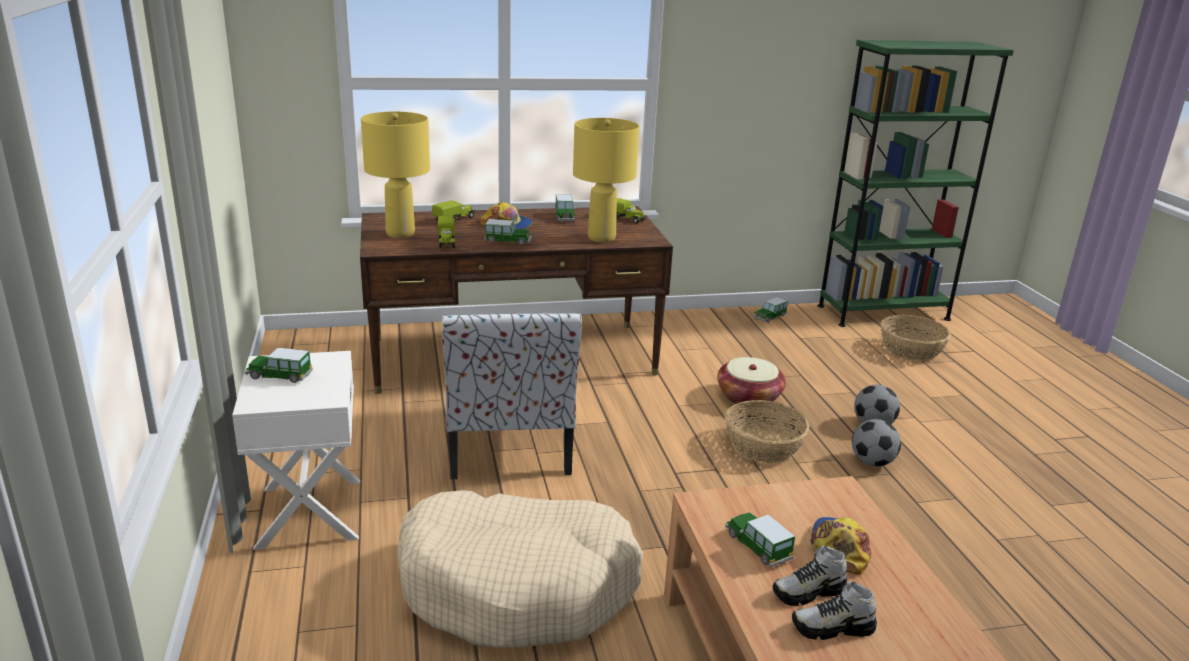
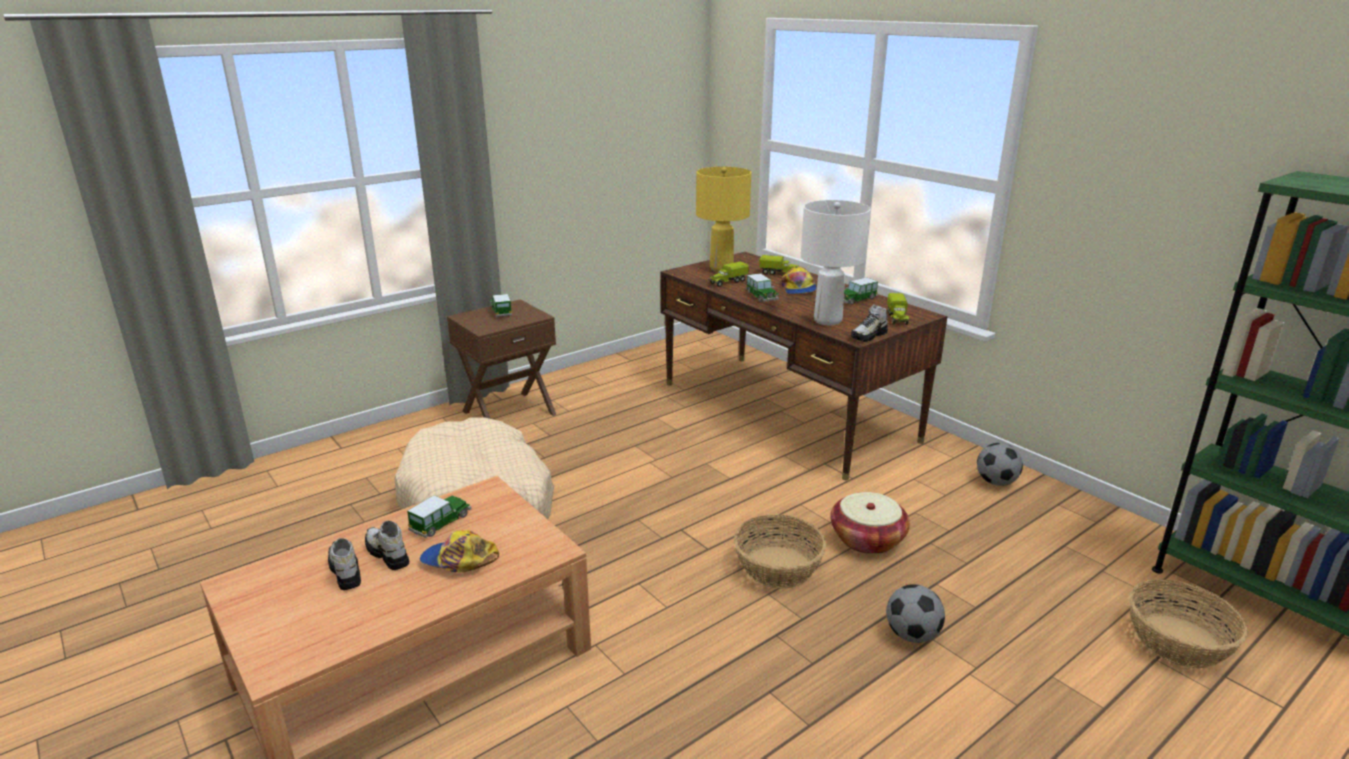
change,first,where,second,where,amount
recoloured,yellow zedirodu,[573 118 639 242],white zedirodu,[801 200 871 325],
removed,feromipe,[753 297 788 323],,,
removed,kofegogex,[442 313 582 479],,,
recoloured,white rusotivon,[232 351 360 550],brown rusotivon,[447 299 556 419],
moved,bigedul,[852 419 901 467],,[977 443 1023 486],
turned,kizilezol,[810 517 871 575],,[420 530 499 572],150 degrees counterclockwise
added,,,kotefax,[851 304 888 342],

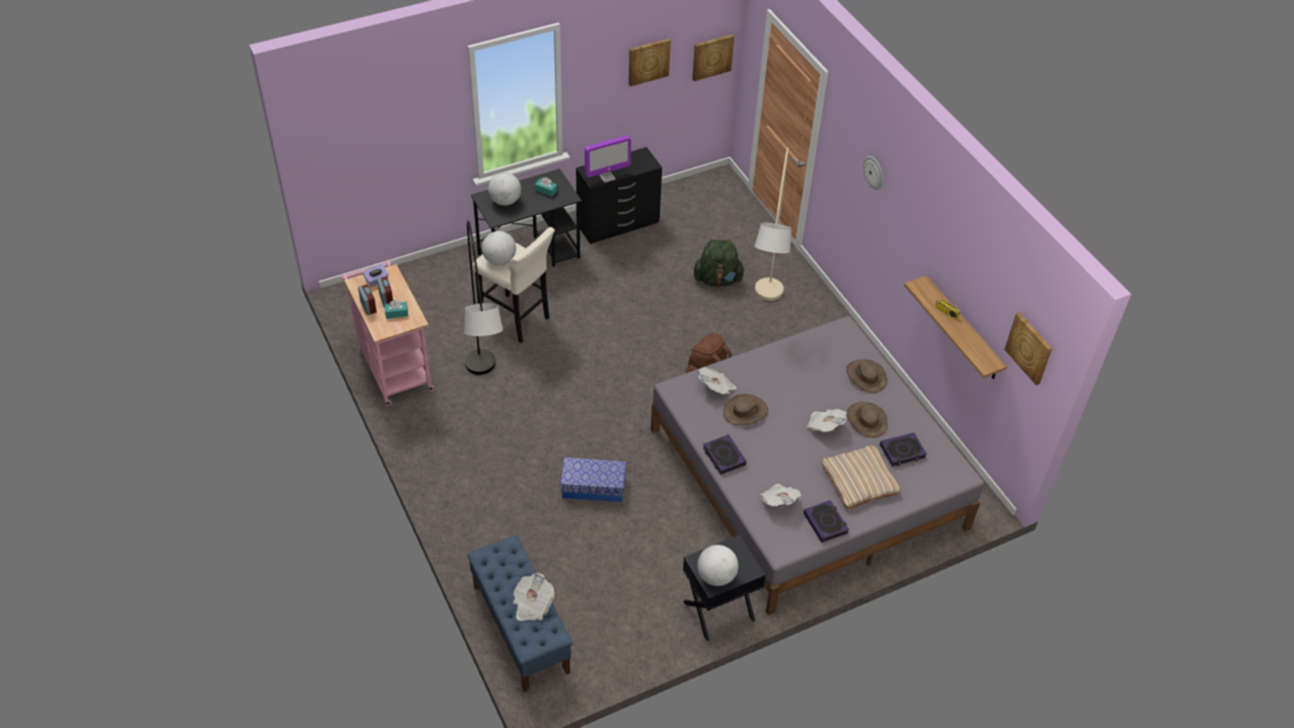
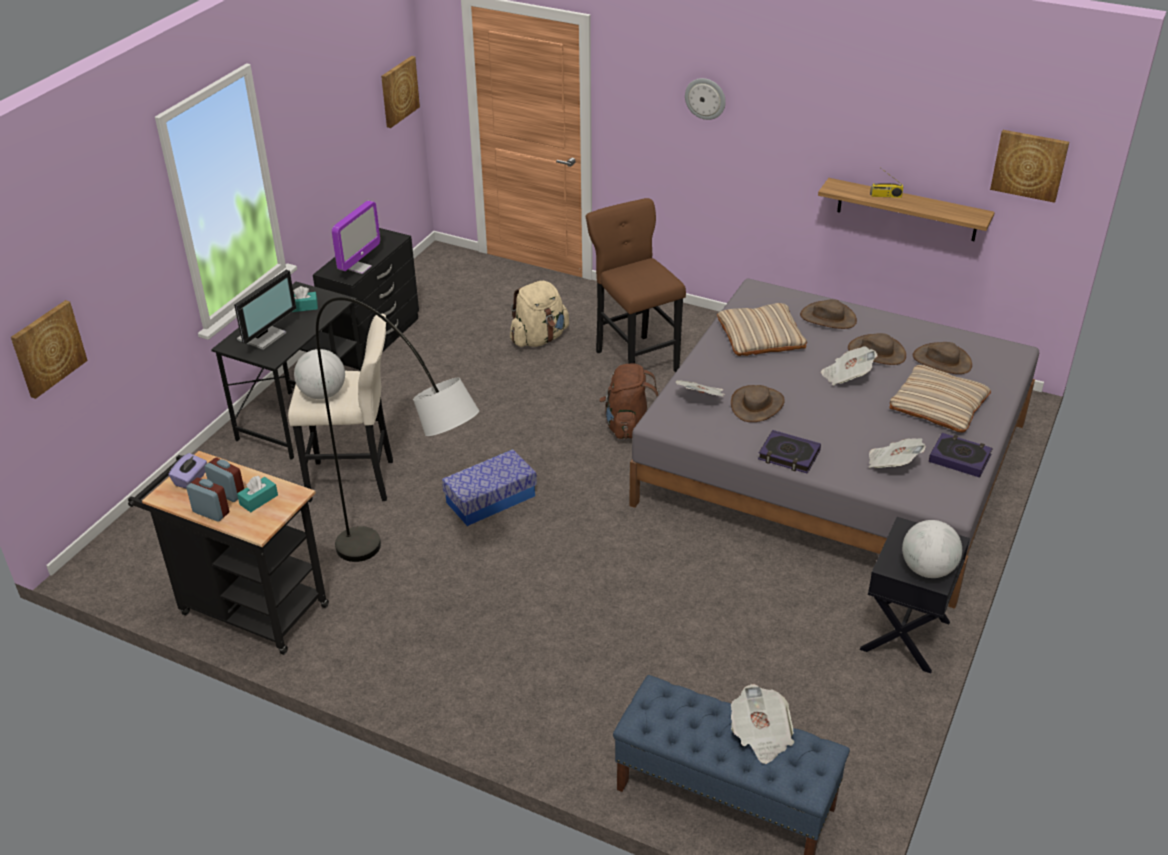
change,first,where,second,where,amount
moved,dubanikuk,[629 38 671 87],,[11 300 88 399],
replaced,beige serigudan,[755 148 792 301],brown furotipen,[586 198 686 372],
replaced,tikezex,[488 172 521 206],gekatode,[234 270 296 350],
recoloured,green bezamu,[694 239 745 287],beige bezamu,[510 281 569 347],
recoloured,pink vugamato,[341 261 434 406],black vugamato,[128 451 329 655],
replaced,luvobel,[880 433 927 467],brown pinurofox,[913 342 972 374],
moved,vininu,[560 457 626 502],,[442 449 537 526],
added,,,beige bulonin,[717 303 807 356],

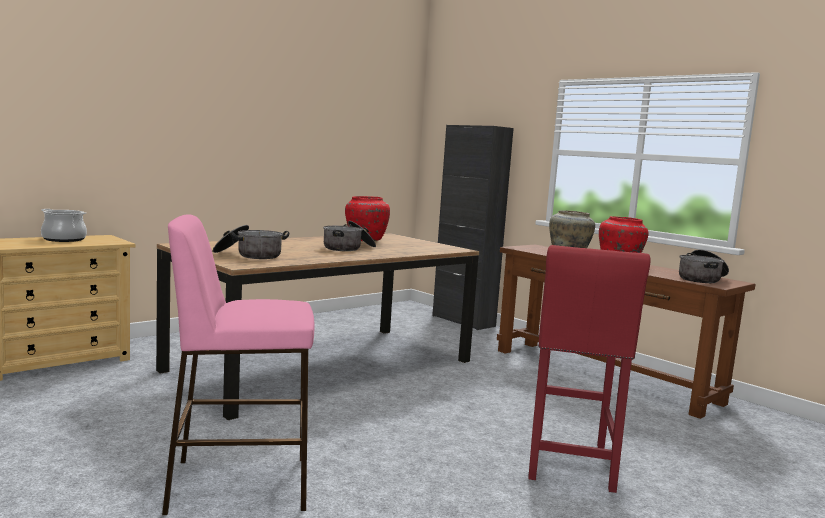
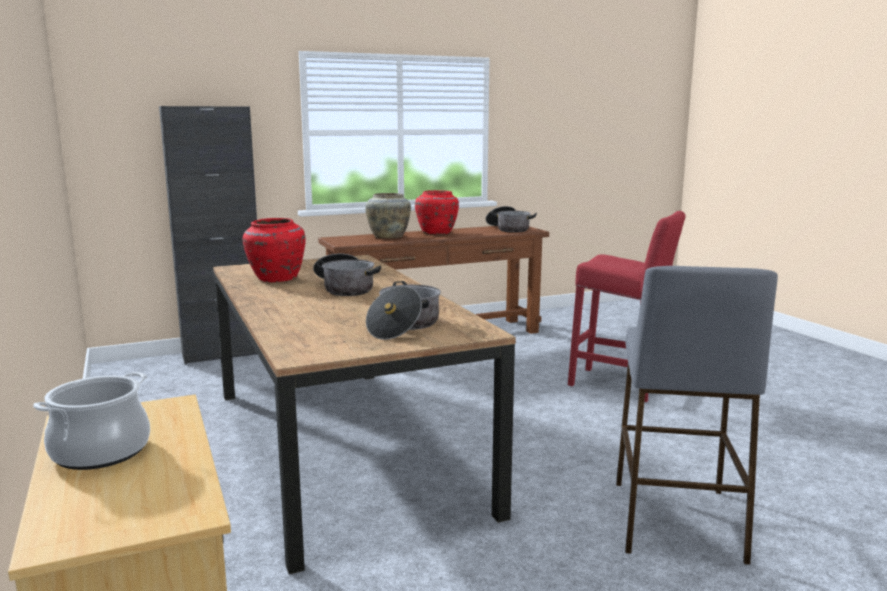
change,first,where,second,where,amount
recoloured,pink furotipen,[162 214 315 515],grey furotipen,[616 266 778 565],

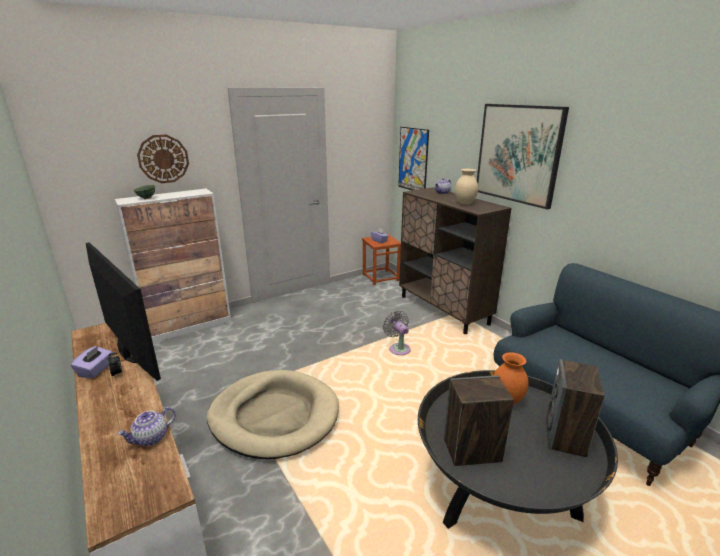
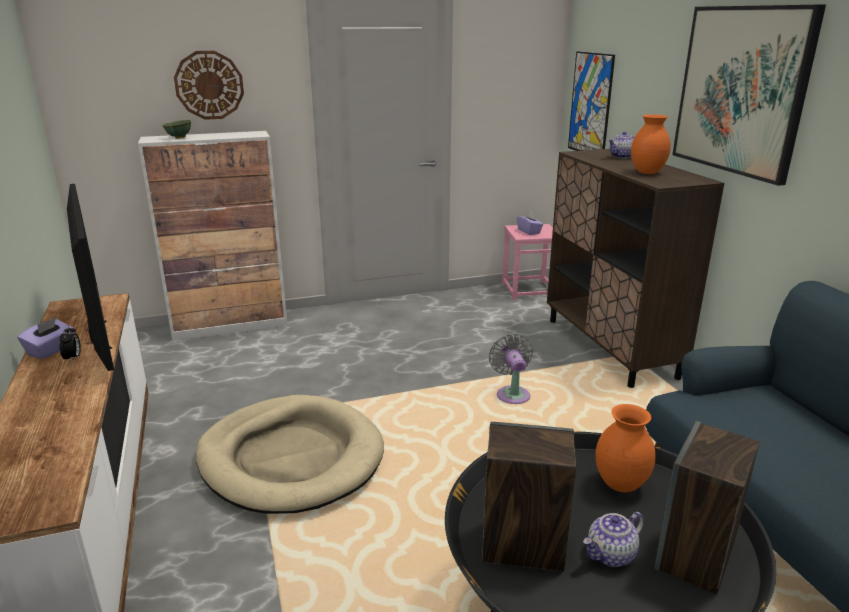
change,first,where,second,where,amount
recoloured,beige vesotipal,[455 169 478 205],orange vesotipal,[631 114 671 174],
recoloured,brown furotipen,[362 235 401 285],pink furotipen,[502 224 553 300],
moved,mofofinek,[117 407 176 446],,[583 512 644 567],

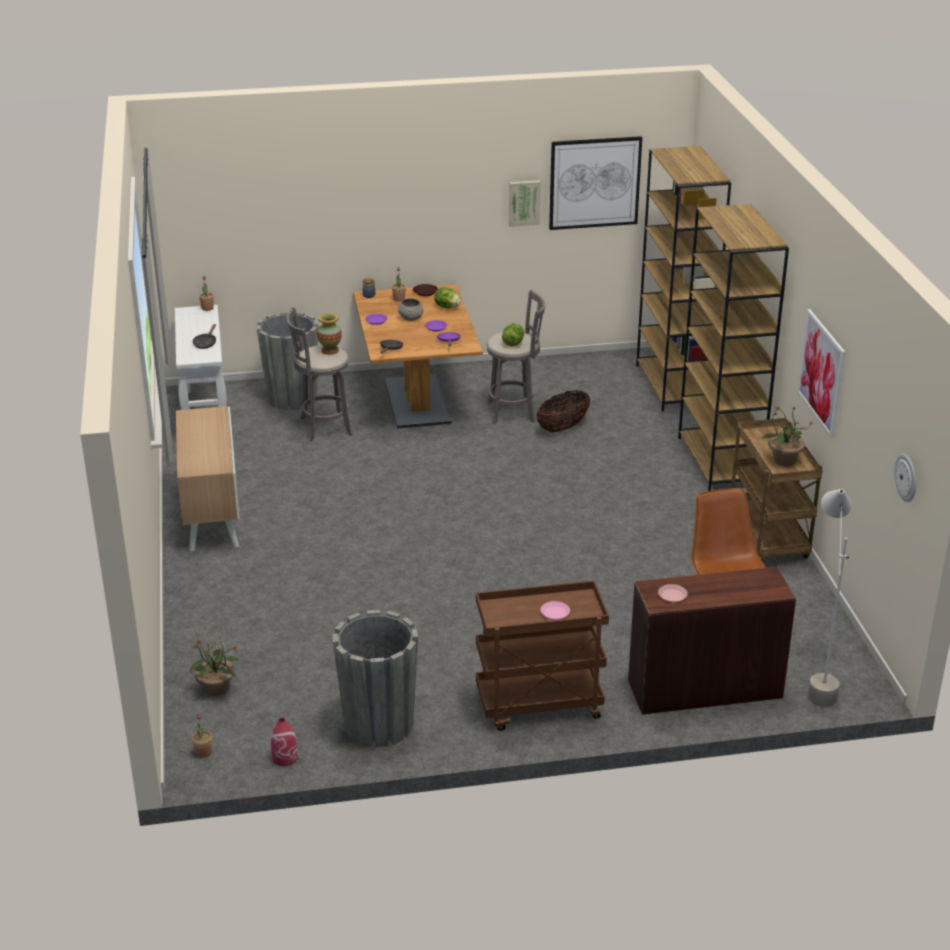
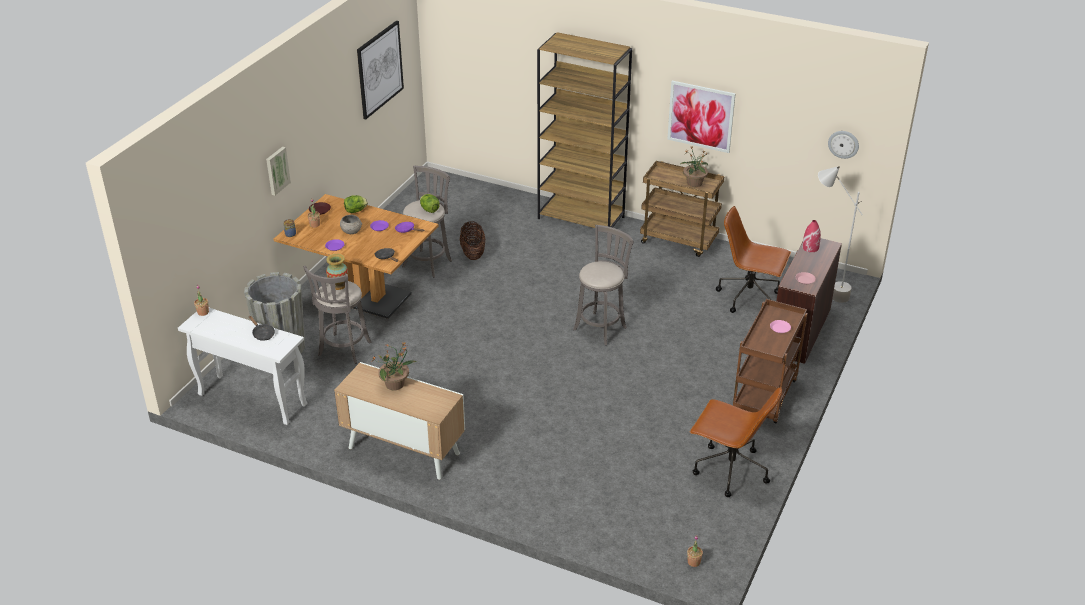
change,first,where,second,where,amount
removed,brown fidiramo,[636 146 731 411],,,
moved,dubanikuk,[509 180 541 227],,[266 147 291 196],
replaced,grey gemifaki,[332 610 418 747],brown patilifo,[689 387 782 497],
moved,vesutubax,[190 636 240 696],,[371 342 416 391],
moved,red vesotipal,[271 718 298 766],,[802 220 821 252],
added,,,grey furotipen,[573 225 634 345],

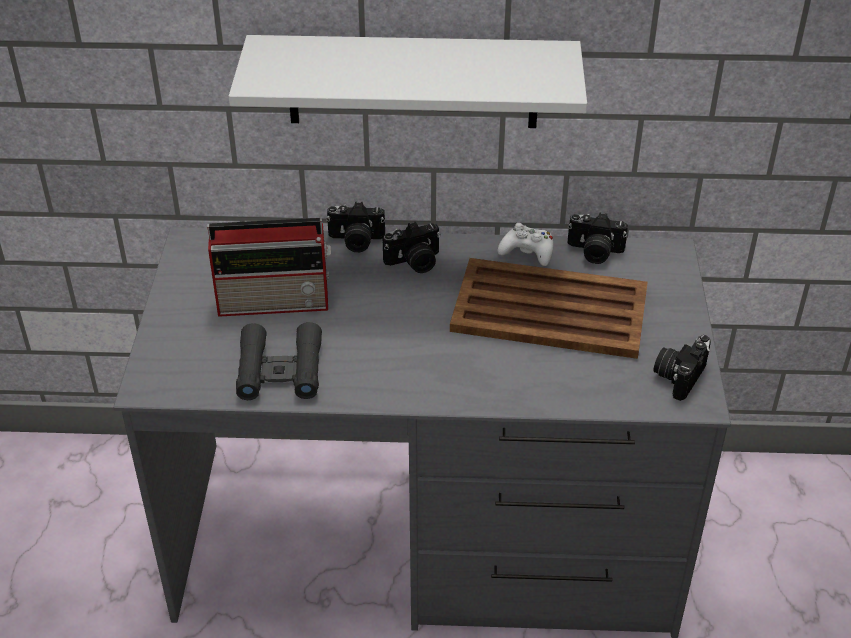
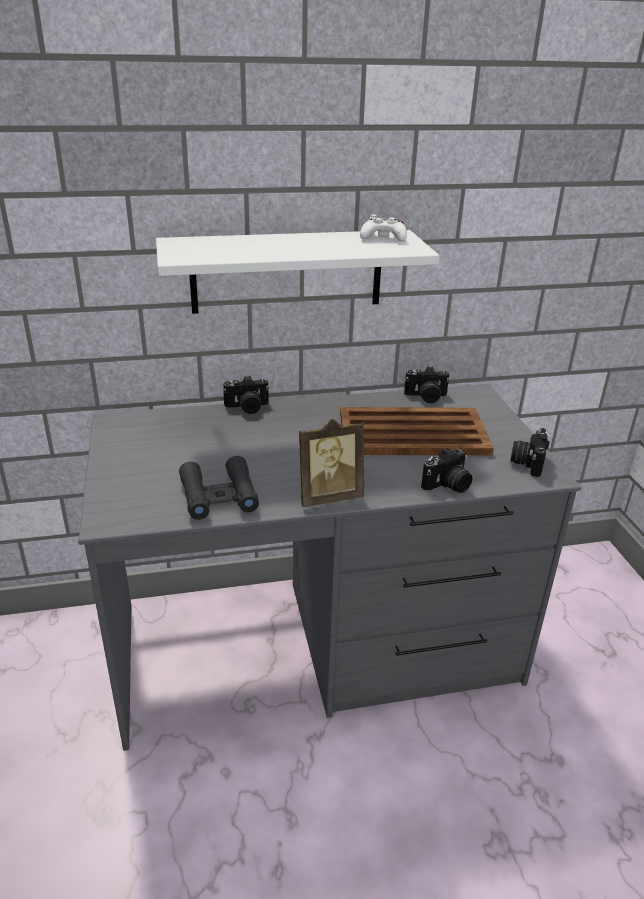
change,first,where,second,where,amount
removed,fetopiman,[207 218 331 317],,,
moved,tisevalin,[383 222 441 273],,[421 448 472 493],
moved,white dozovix,[497 223 553 266],,[360 214 407 242],
added,,,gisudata,[299 419 364 507],

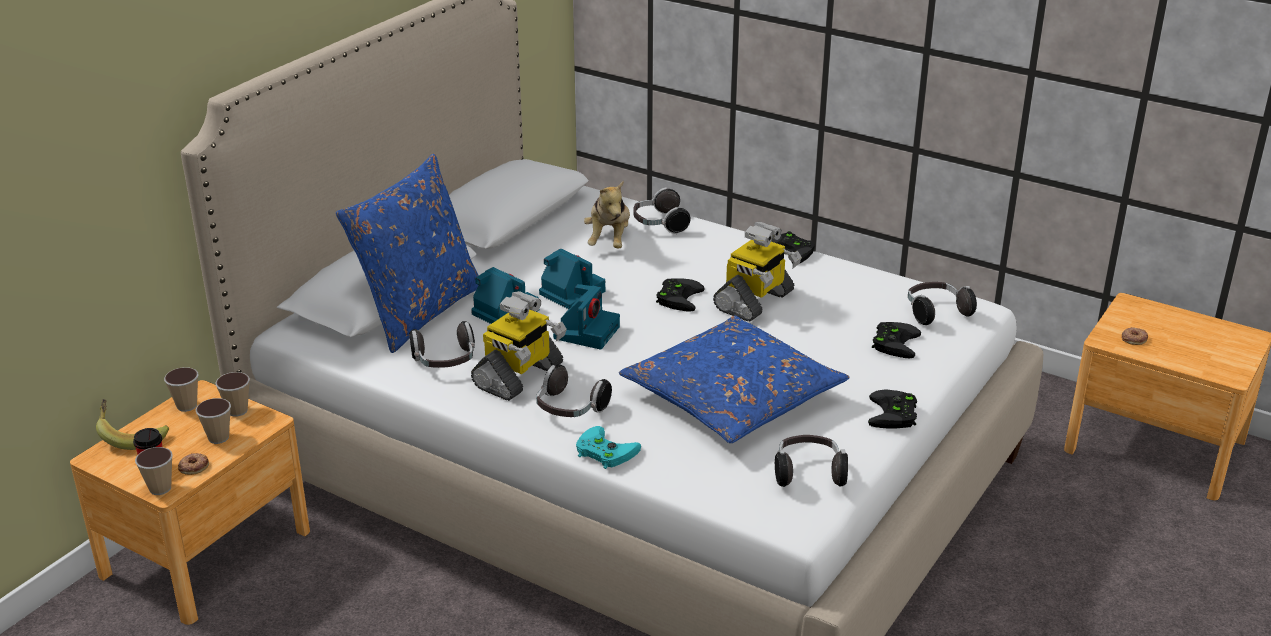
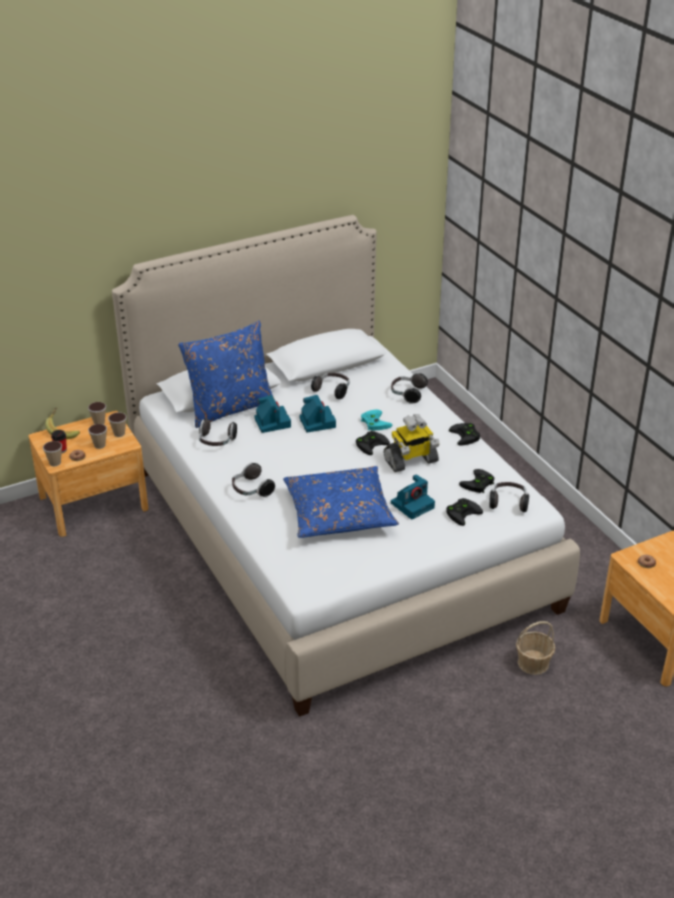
change,first,where,second,where,amount
removed,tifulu,[584 181 630 249],,,
moved,tisevalin,[553 284 620 349],,[391 475 435 520],
removed,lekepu,[471 291 567 401],,,
moved,black dozovix,[868 390 917 429],,[459 469 495 493],
moved,turquoise dozovix,[576 426 641 469],,[361 410 392 430],
moved,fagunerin,[775 435 848 487],,[311 373 350 399],
added,,,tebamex,[516 621 555 675],

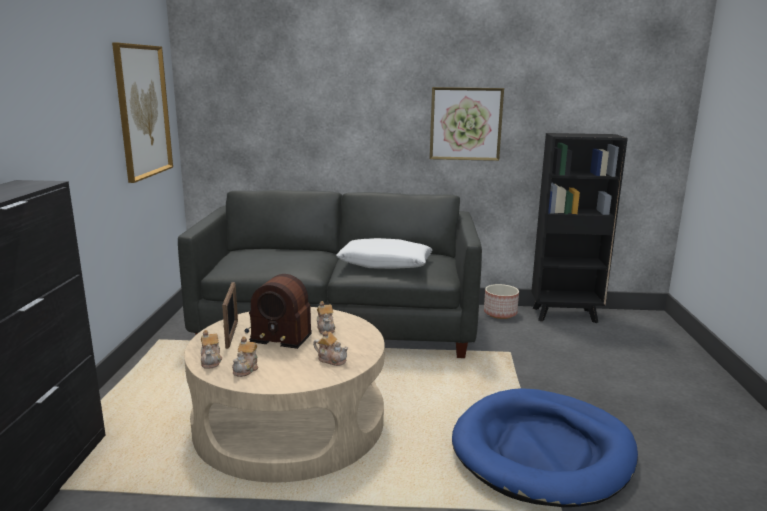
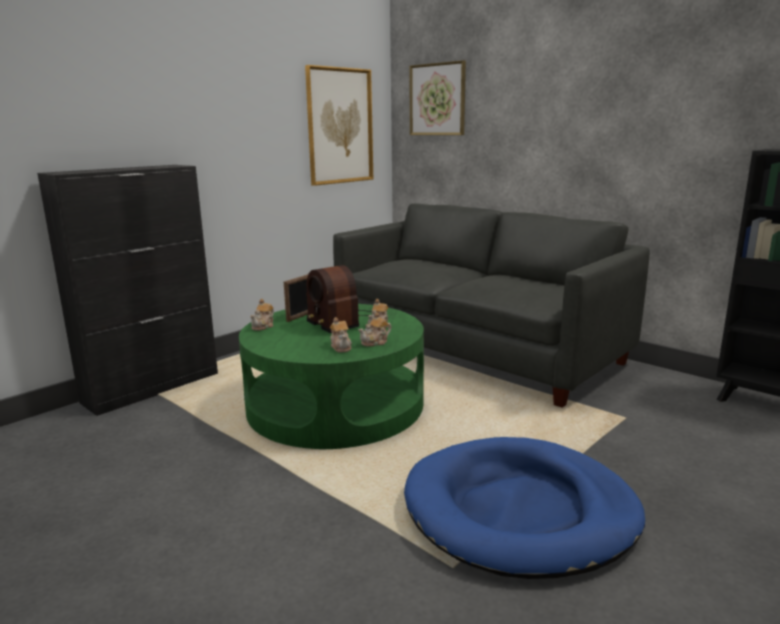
change,first,where,second,where,amount
moved,dubanikuk,[430 87 504 161],,[410 60 466 135],
removed,white bulonin,[336 238 432 269],,,
removed,gemifaki,[484 284 519 319],,,
recoloured,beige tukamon,[184 307 385 483],green tukamon,[239 304 424 449],
moved,mofofinek,[232 336 259 377],,[358 312 391 347],

